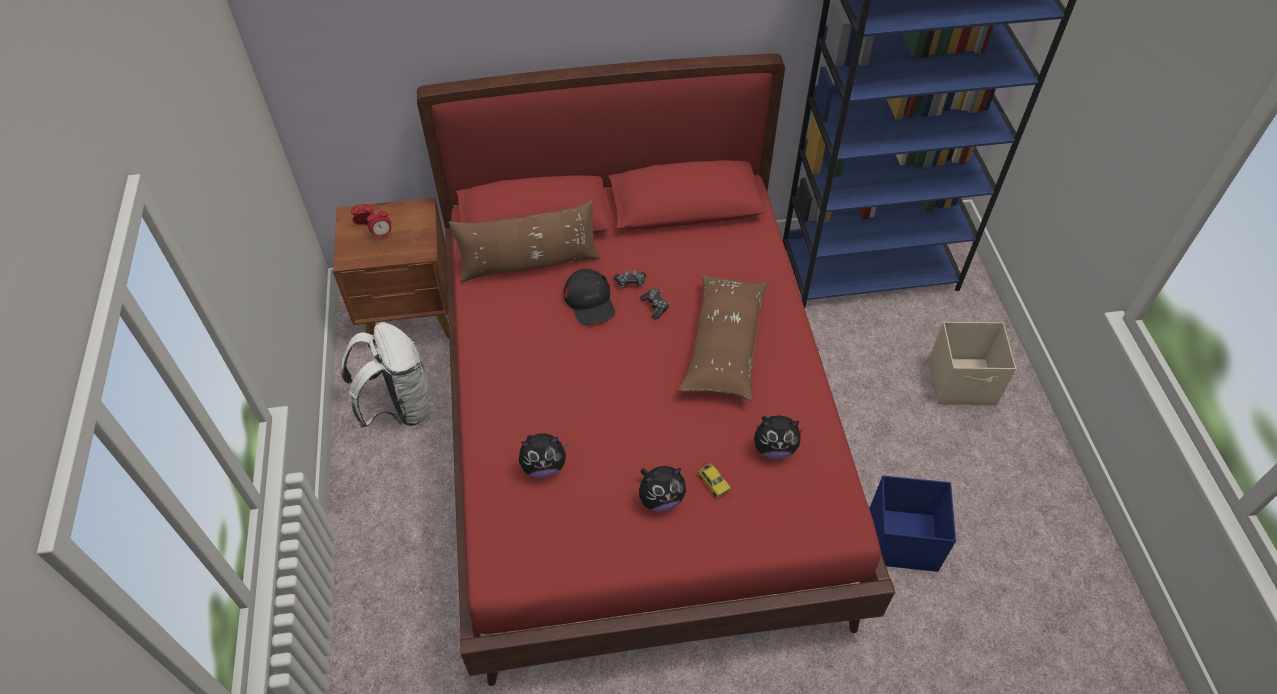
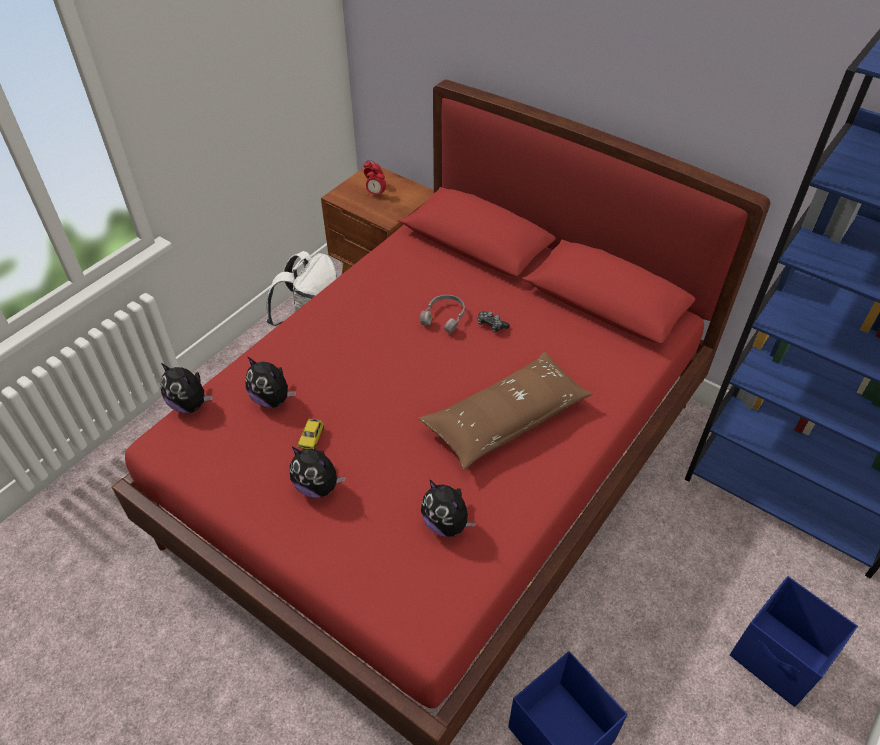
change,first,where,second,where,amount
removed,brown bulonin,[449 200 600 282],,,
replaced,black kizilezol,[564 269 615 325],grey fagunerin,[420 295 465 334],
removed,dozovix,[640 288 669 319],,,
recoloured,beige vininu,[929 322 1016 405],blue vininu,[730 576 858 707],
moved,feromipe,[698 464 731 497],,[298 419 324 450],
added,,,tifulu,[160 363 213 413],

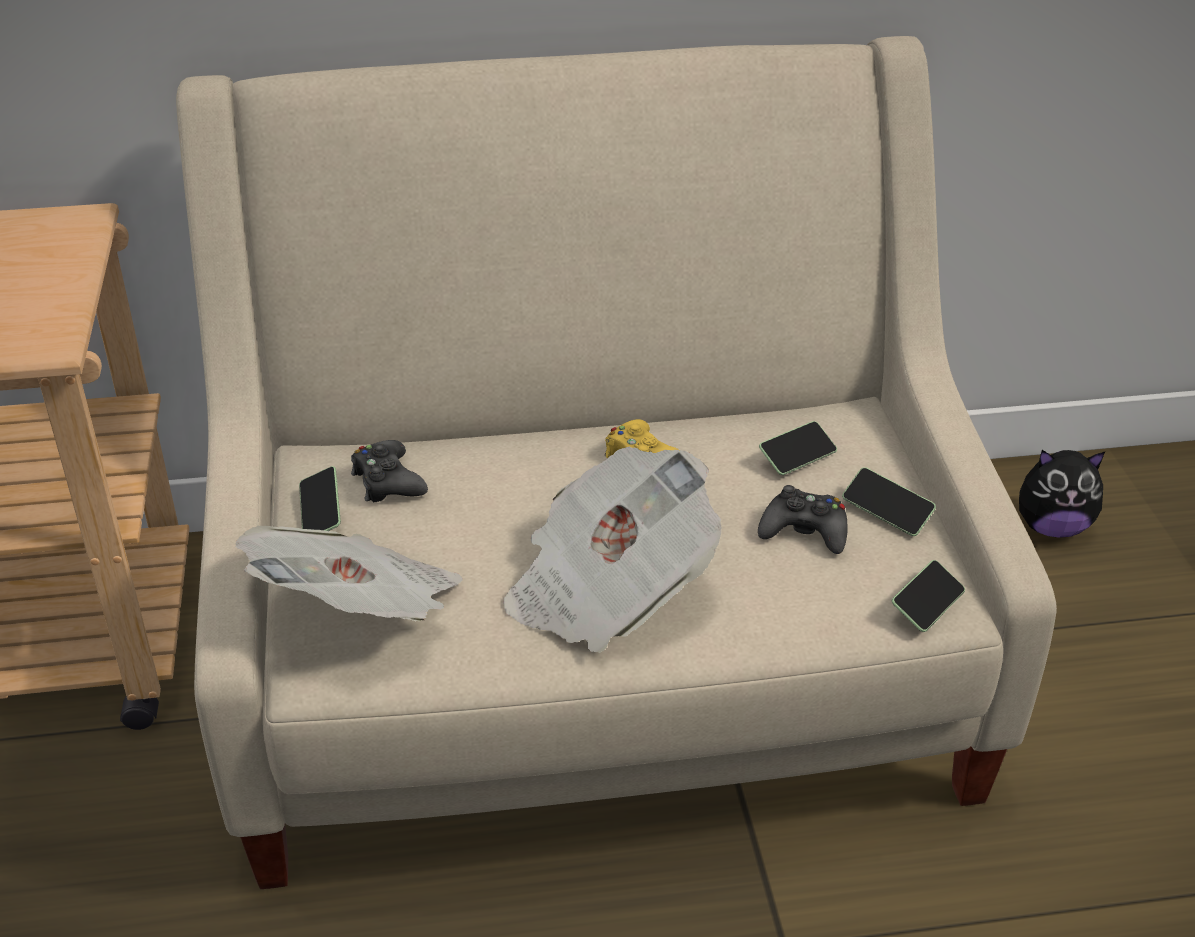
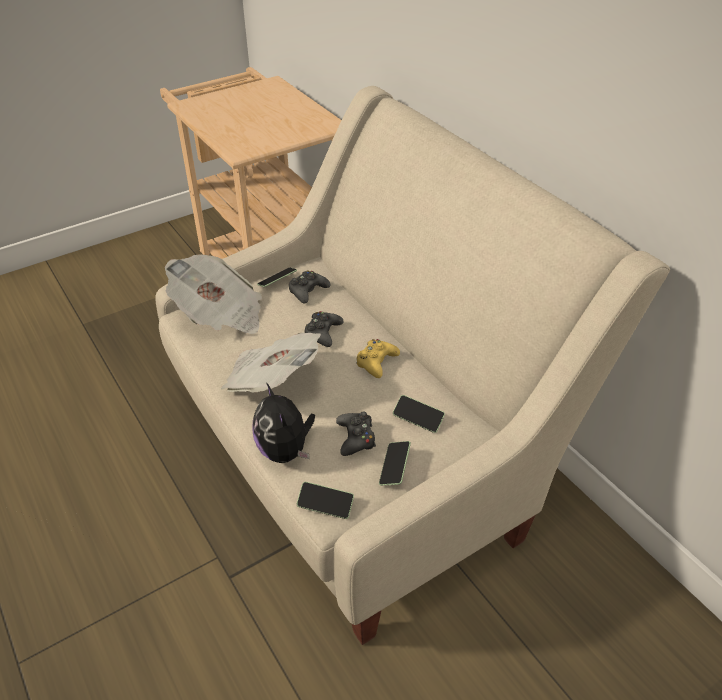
change,first,where,second,where,amount
moved,tifulu,[1019 450 1105 538],,[252 383 315 463],
added,,,black dozovix,[305 311 344 347],

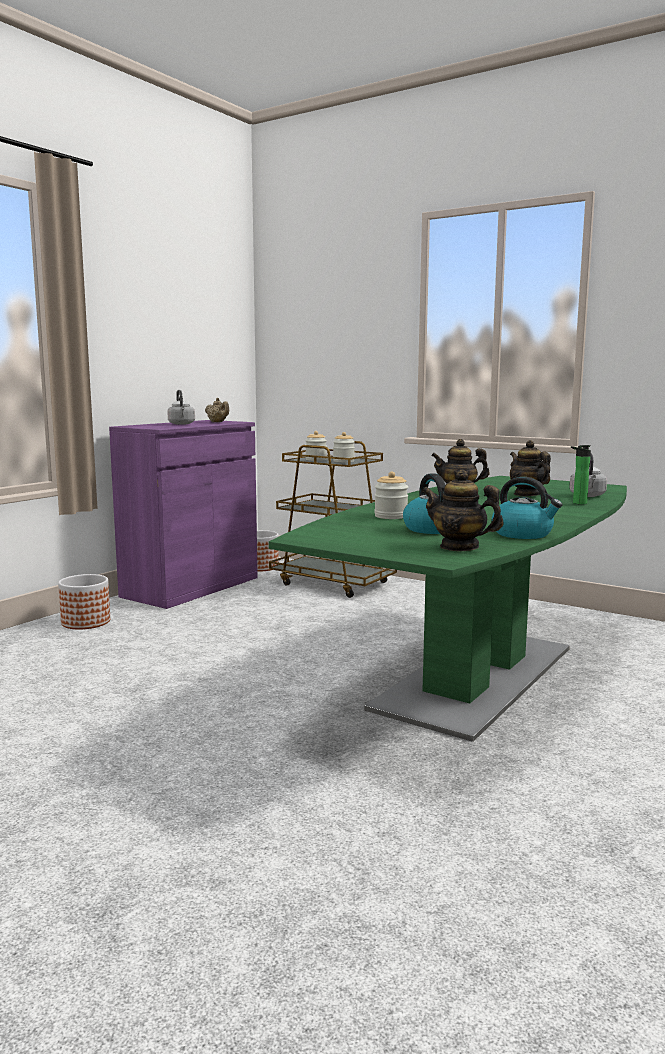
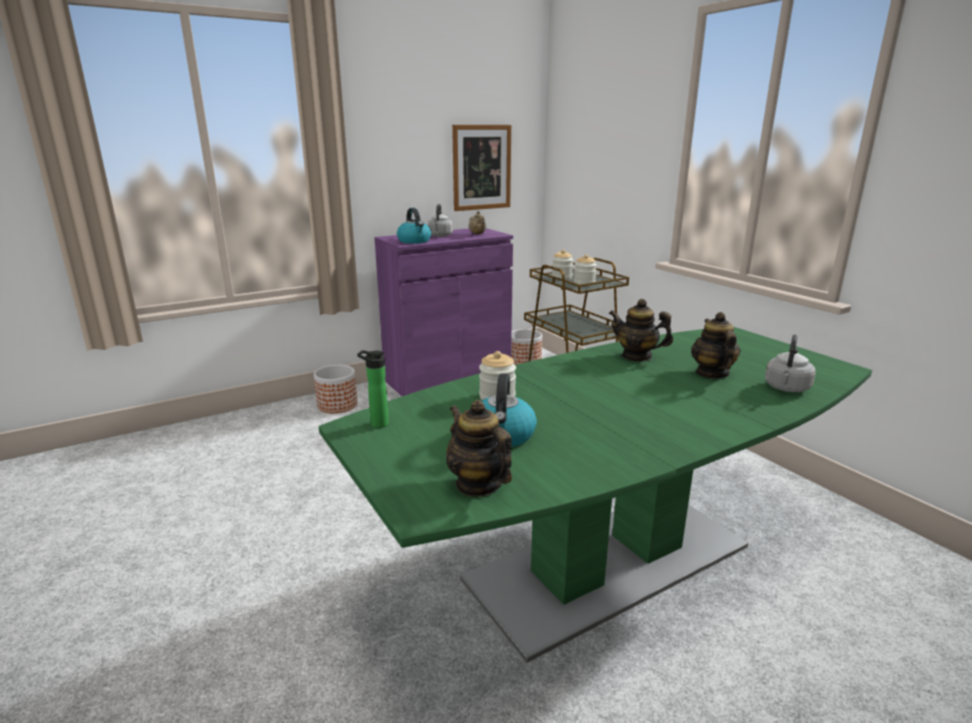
change,first,where,second,where,amount
moved,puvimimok,[571 445 591 505],,[357 350 389 428],
moved,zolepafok,[492 477 562 539],,[397 208 431 244],
added,,,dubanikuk,[452 125 511 211],

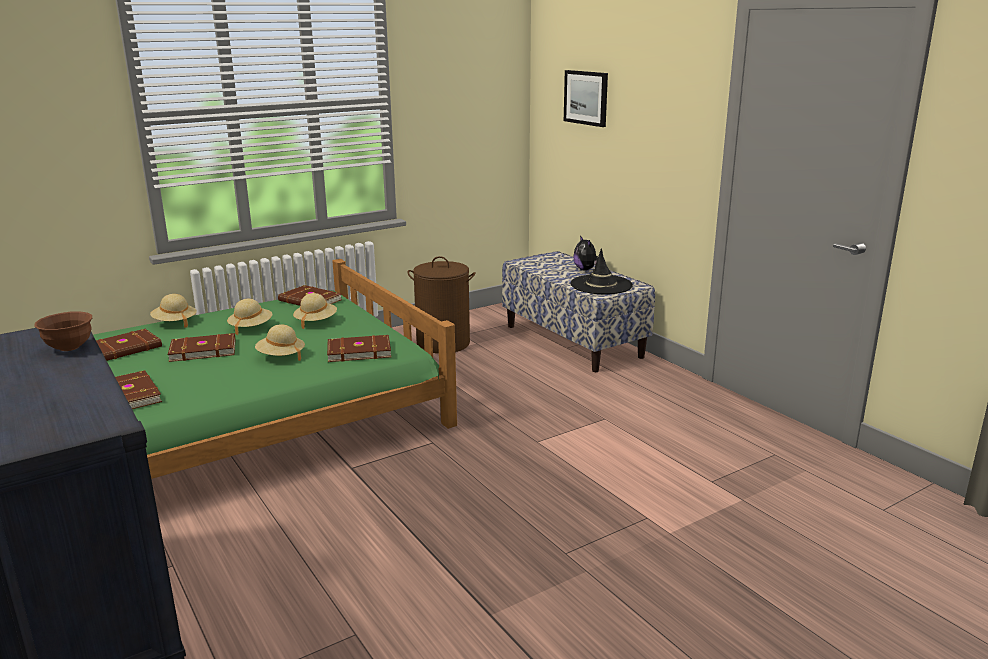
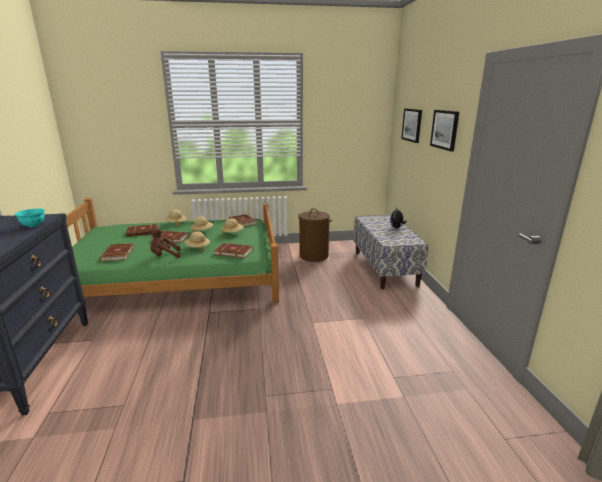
change,first,where,second,where,amount
removed,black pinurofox,[570 248 633 294],,,
recoloured,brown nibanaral,[34 312 92 351],turquoise nibanaral,[14 209 45 227],
added,,,dubanikuk,[430 110 459 151],
added,,,brown tifulu,[148 226 181 258],

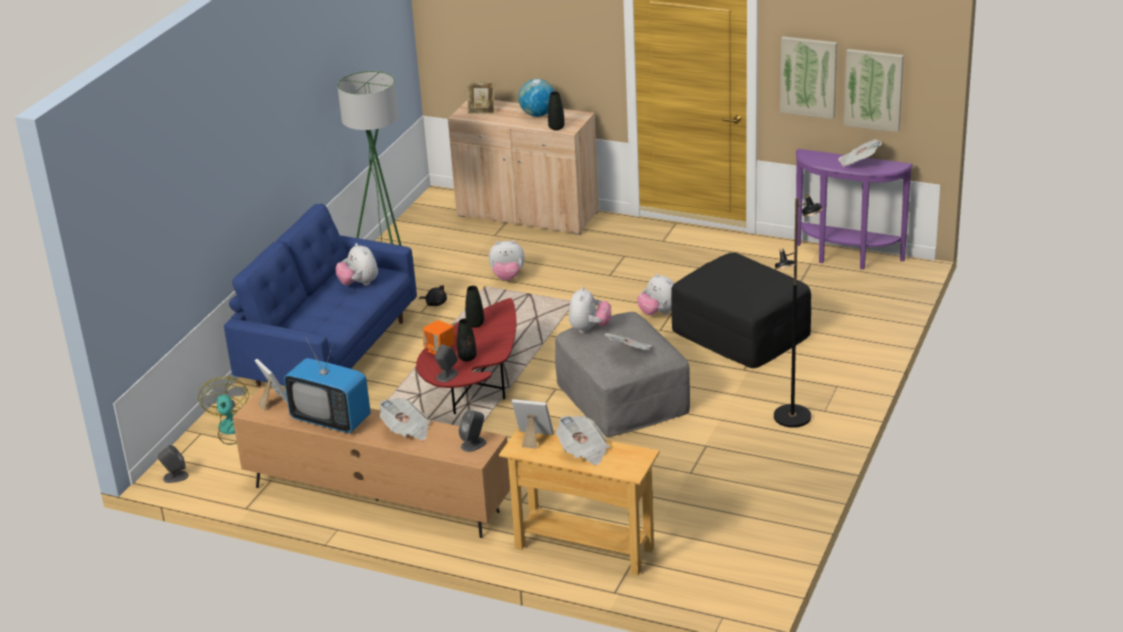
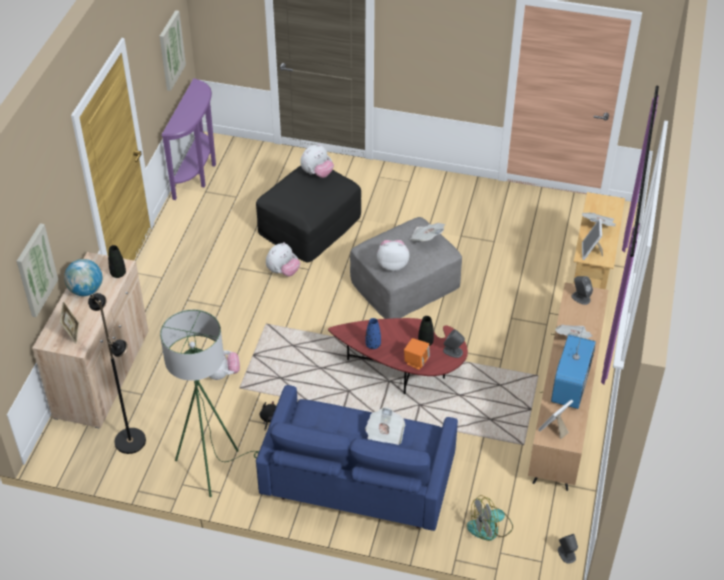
change,first,where,second,where,amount
moved,dubanikuk,[780 37 837 119],,[17 223 58 317],
moved,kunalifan,[838 139 882 167],,[365 407 405 445],
moved,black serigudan,[774 194 823 428],,[88 293 146 454],
moved,tifulu,[336 243 378 286],,[300 144 334 178],
recoloured,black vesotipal,[465 286 484 328],blue vesotipal,[365 318 381 349],

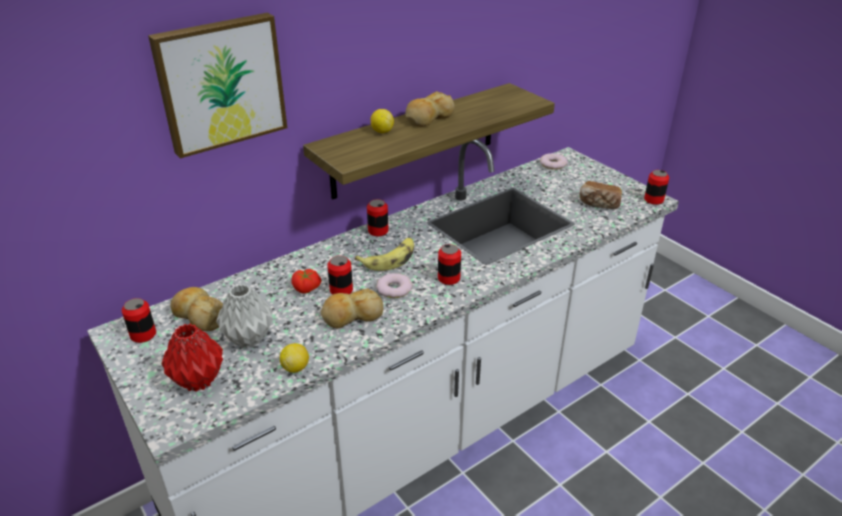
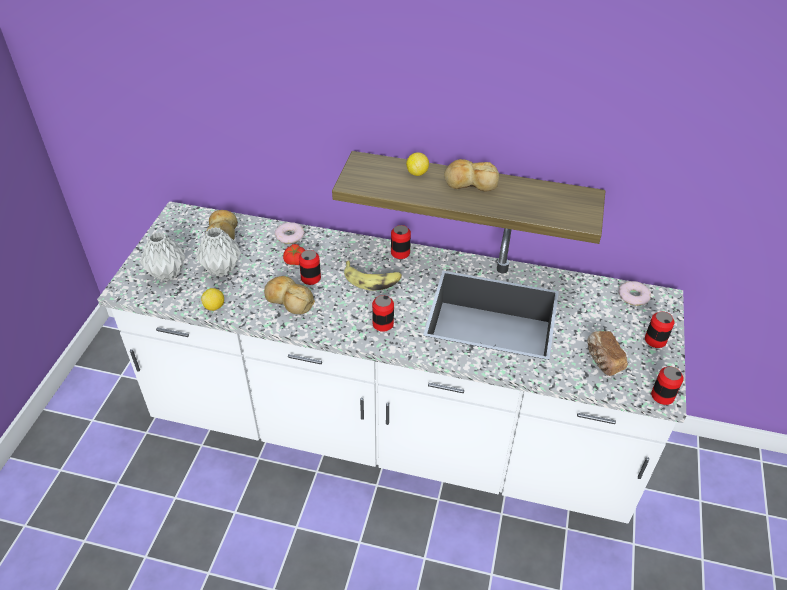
change,first,where,second,where,amount
removed,dubanikuk,[148 13 287 158],,,
moved,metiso,[376 273 412 298],,[275 222 305 244],
moved,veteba,[122 298 156 343],,[645 311 675 348],
recoloured,red vesotipal,[161 324 223 392],grey vesotipal,[140 232 185 281],

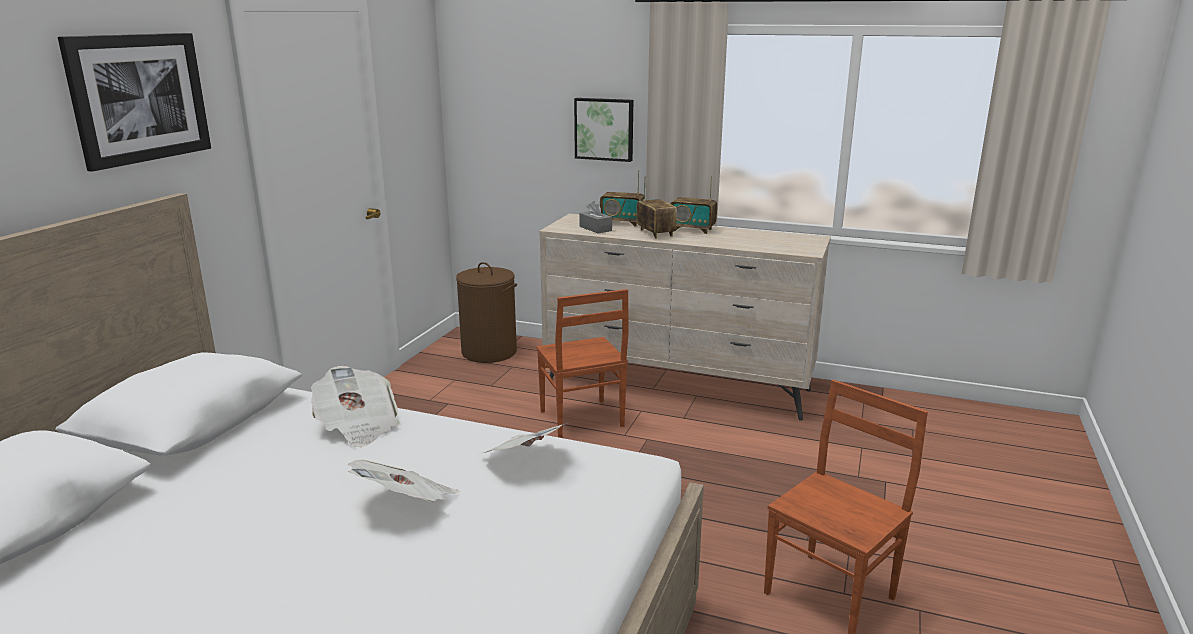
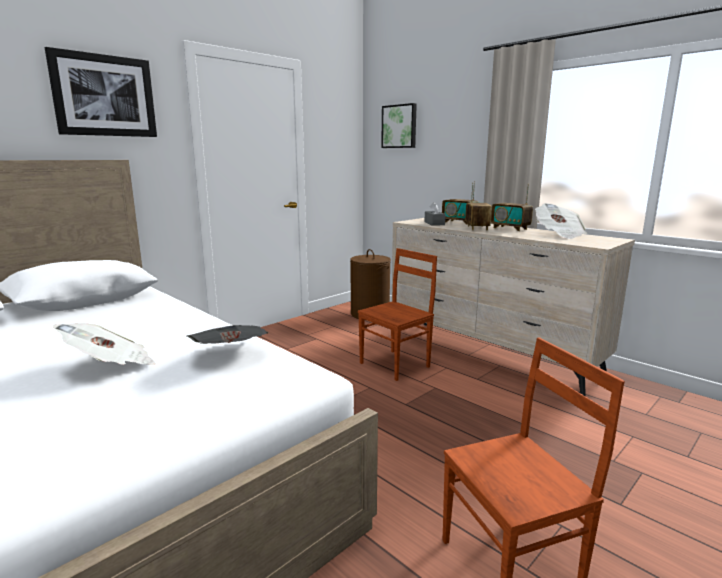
change,first,where,second,where,amount
moved,dubanikuk,[574 98 633 162],,[381 103 417 148],
turned,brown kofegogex,[536 289 629 438],,[358 248 437 381],135 degrees counterclockwise
moved,kunalifan,[311 366 400 447],,[535 203 587 239],

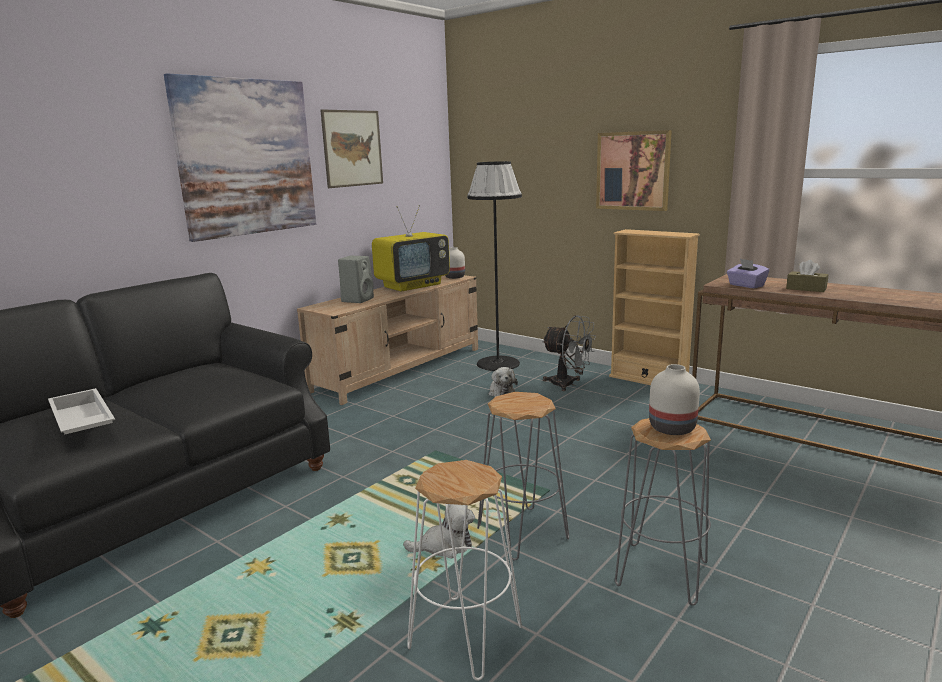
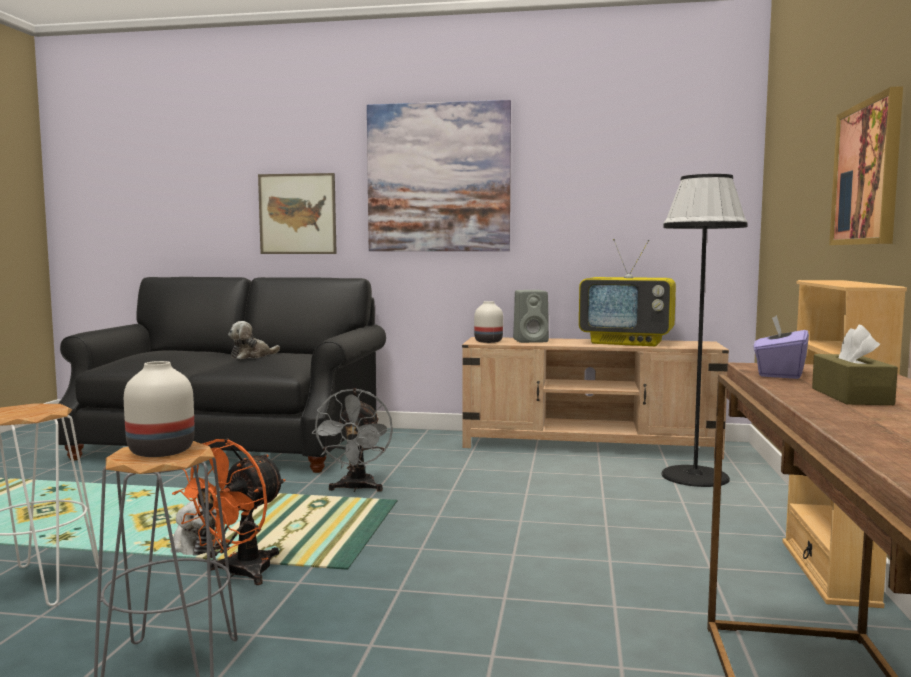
change,first,where,second,where,amount
moved,dubanikuk,[320 109 383 188],,[258 173 337 254],
moved,white vesotipal,[445 247 465 279],,[474 301 503 343],
moved,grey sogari,[542 315 596 391],,[312 388 393 492],
moved,tifulu,[488 367 518 397],,[228 321 280 359],
removed,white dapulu,[48 388 115 435],,,
replaced,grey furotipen,[477 392 569 560],orange sogari,[172 439 285 585],

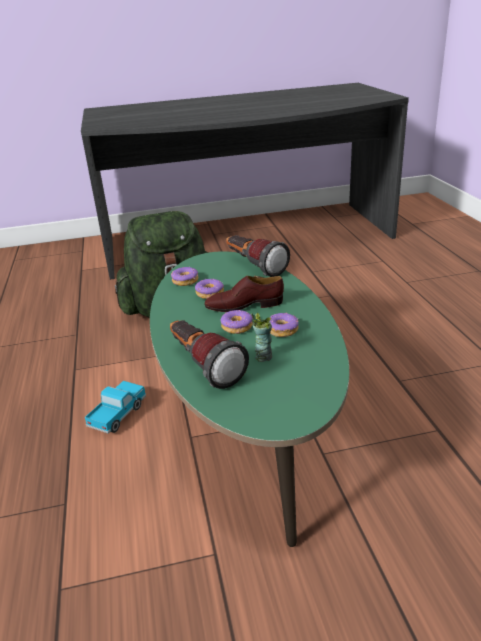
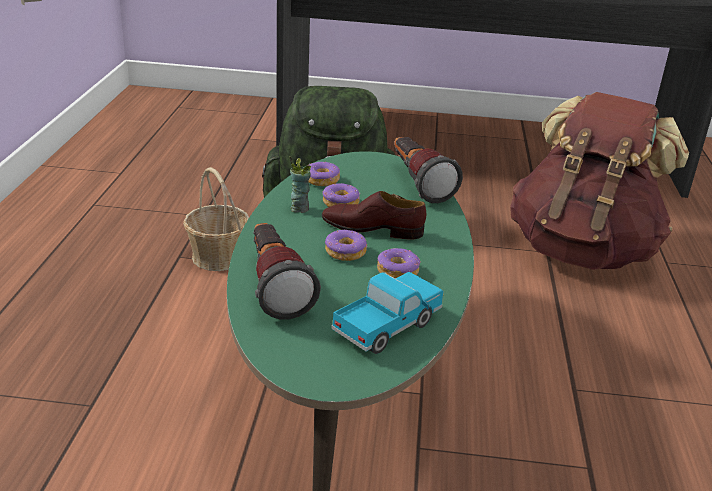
change,first,where,second,where,amount
moved,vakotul,[252 313 272 362],,[289 156 311 213],
moved,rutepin,[85 381 146 433],,[331 272 444 354],
added,,,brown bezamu,[510 92 689 270],
added,,,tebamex,[183 167 249 271],

